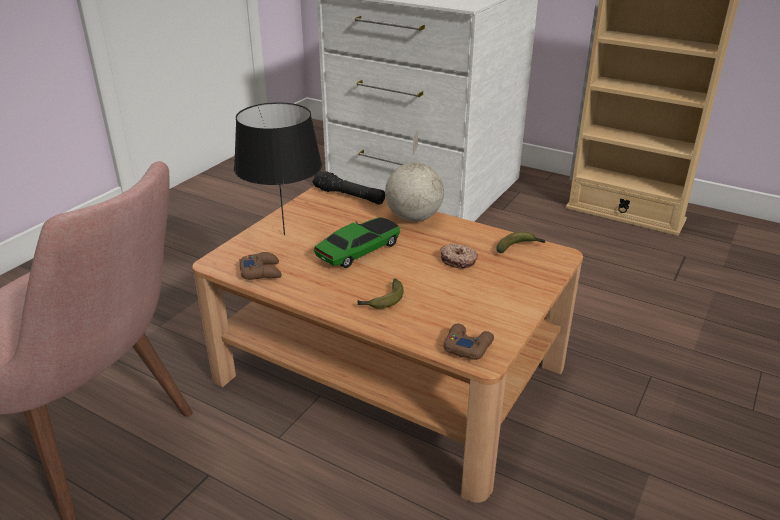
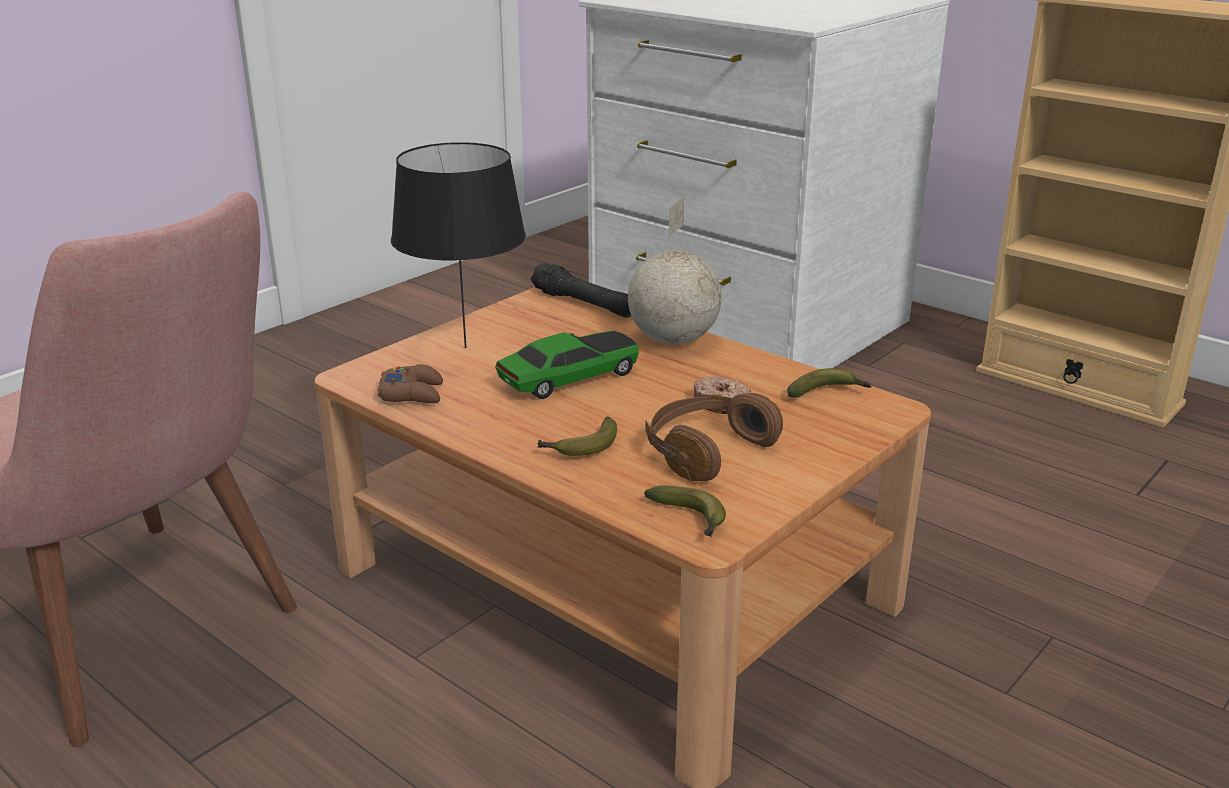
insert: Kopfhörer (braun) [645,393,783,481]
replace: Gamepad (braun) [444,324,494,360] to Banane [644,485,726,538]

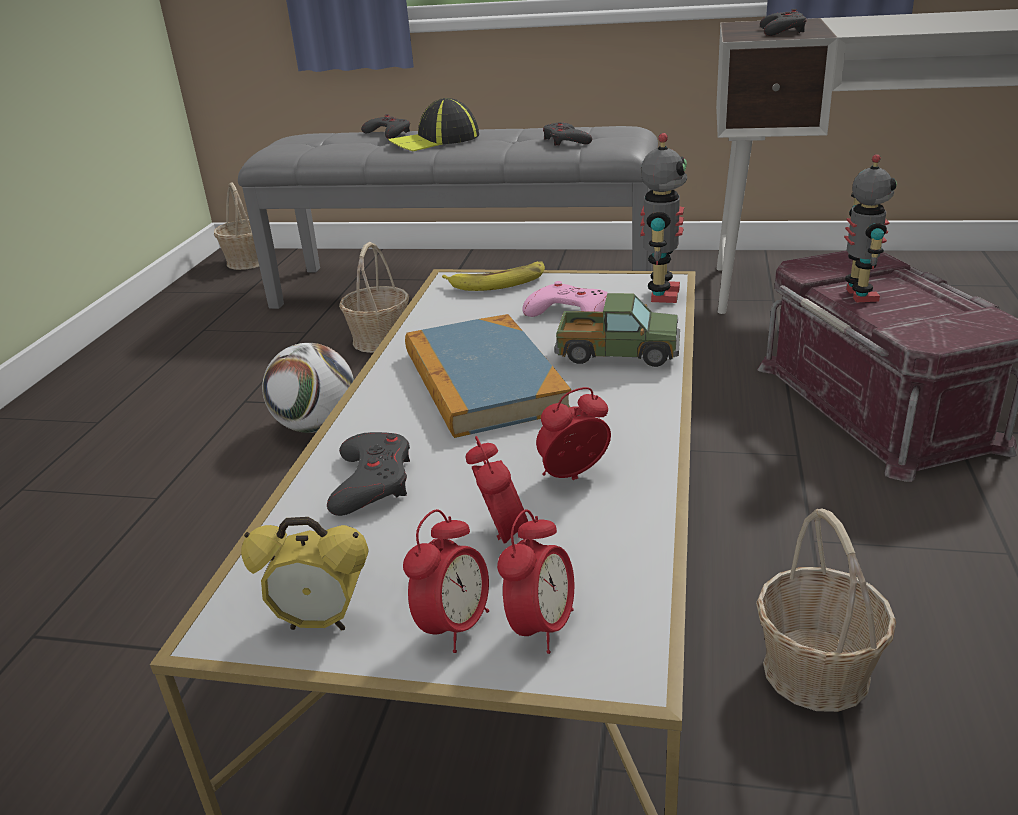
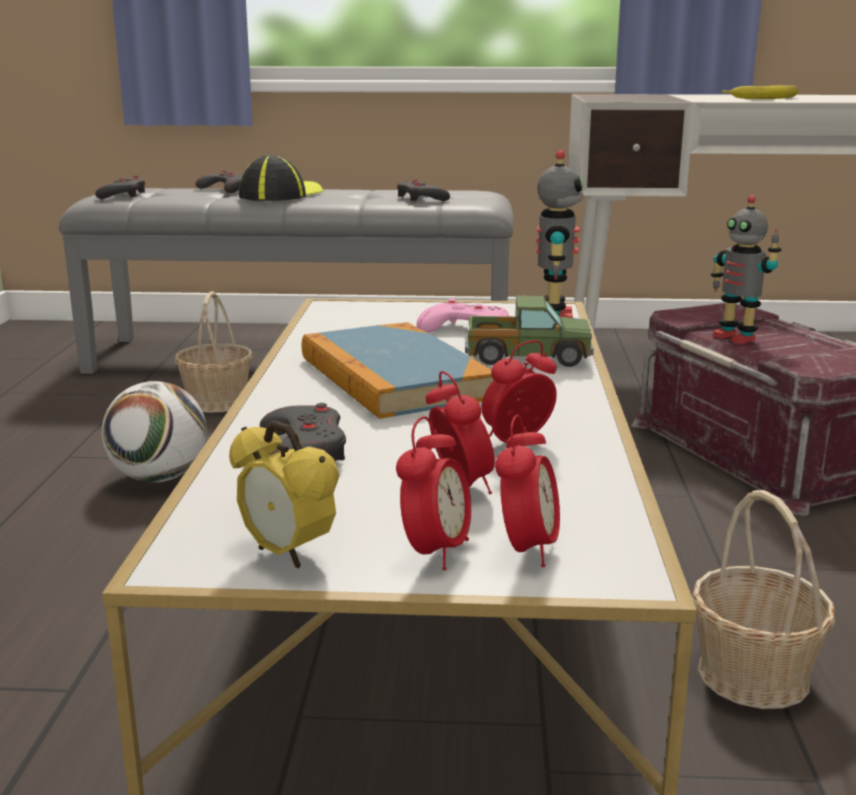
delete: Korb [214,182,259,270]
move: Banane [442,261,545,291] to [722,85,799,99]; Gamepad (grau) [760,9,807,36] to [95,176,145,199]
rotate: Wecker [241,517,369,630] = [229,421,339,568] 45 degrees clockwise; Kappe [389,98,479,151] = [239,155,323,201] 150 degrees clockwise; Spielzeugroboter [844,154,897,302] = [711,195,782,344] 150 degrees clockwise

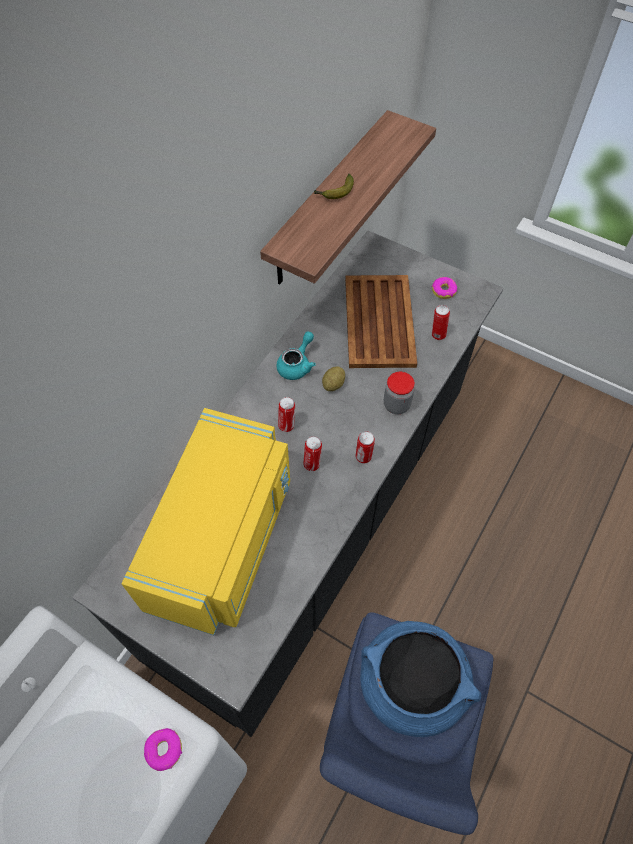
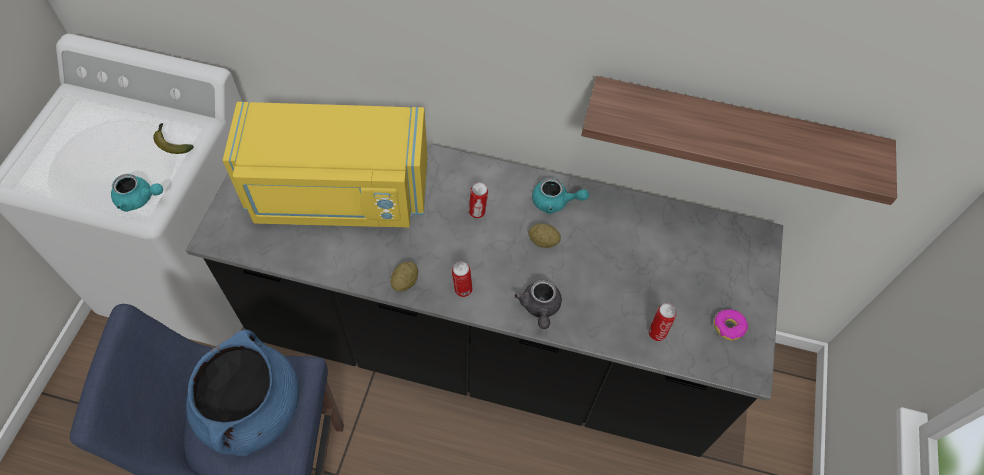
delete: Dose [303,436,322,471]; Tablett (braun) [345,275,417,368]
insert: Kartoffel [391,262,418,292]
move: Banane [314,174,354,199] to [153,123,194,154]
replace: Donut [144,728,182,771] to Teekanne (türkis) [111,174,163,212]; Vorratsglas [384,372,415,414] to Teekanne (grau) [515,280,562,329]

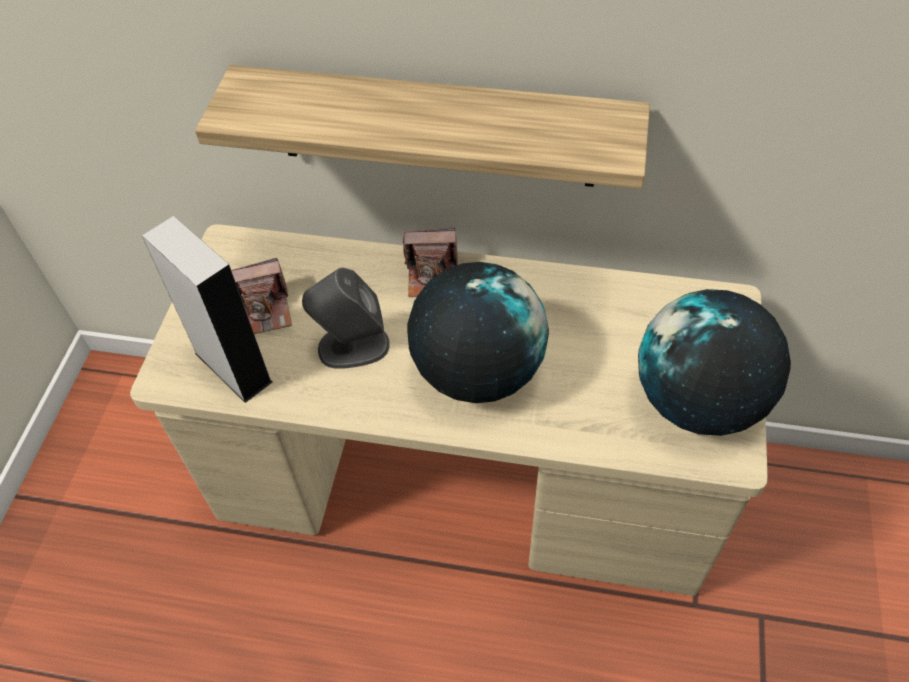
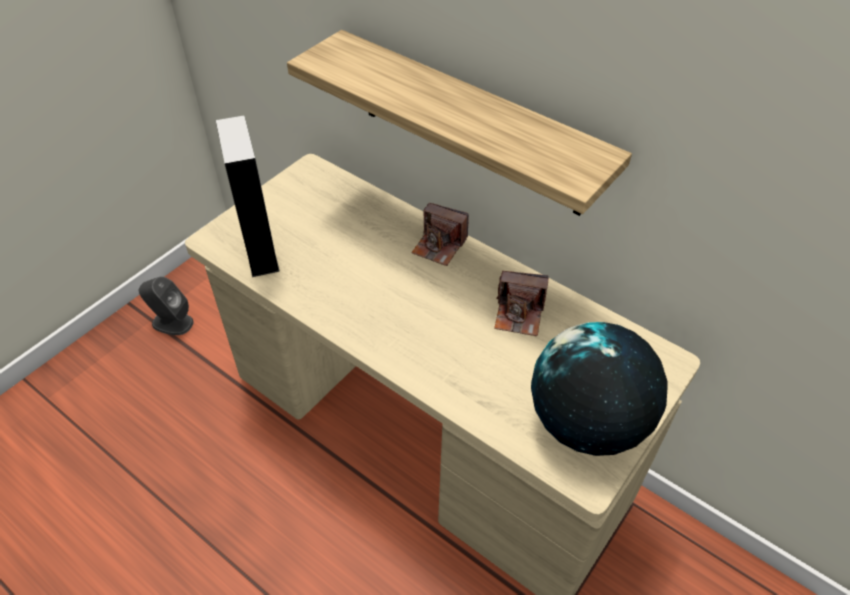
delete: Globus [407,262,549,403]
move: Kamera [231,258,292,334] to [494,271,549,336]; Lautsprecher (grau) [302,268,390,369] to [139,276,194,335]

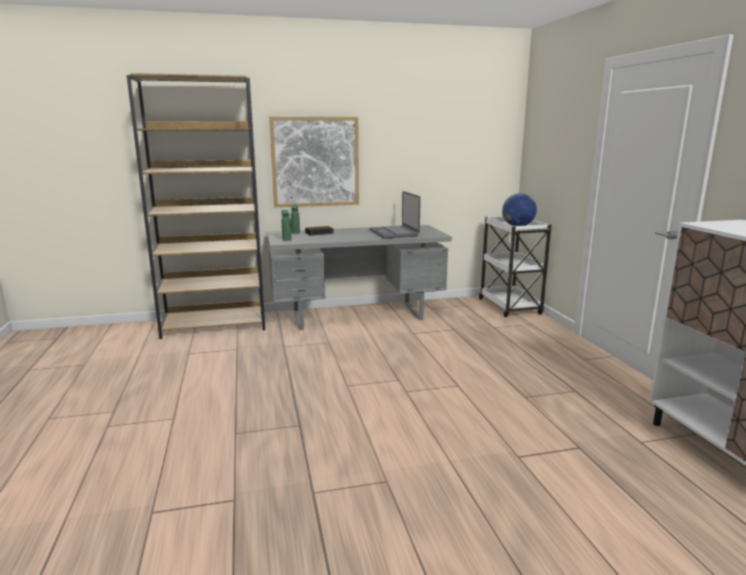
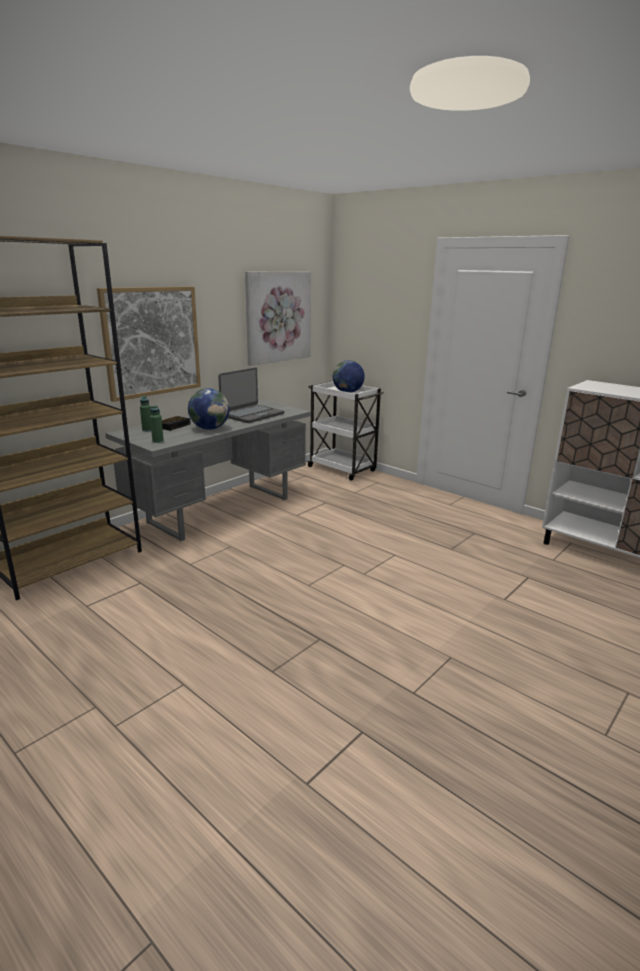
insert: Globus [188,388,230,430]; Bild [245,272,311,366]
rotate: Laptop [370,191,421,239] = [218,367,284,423] 90 degrees counterclockwise

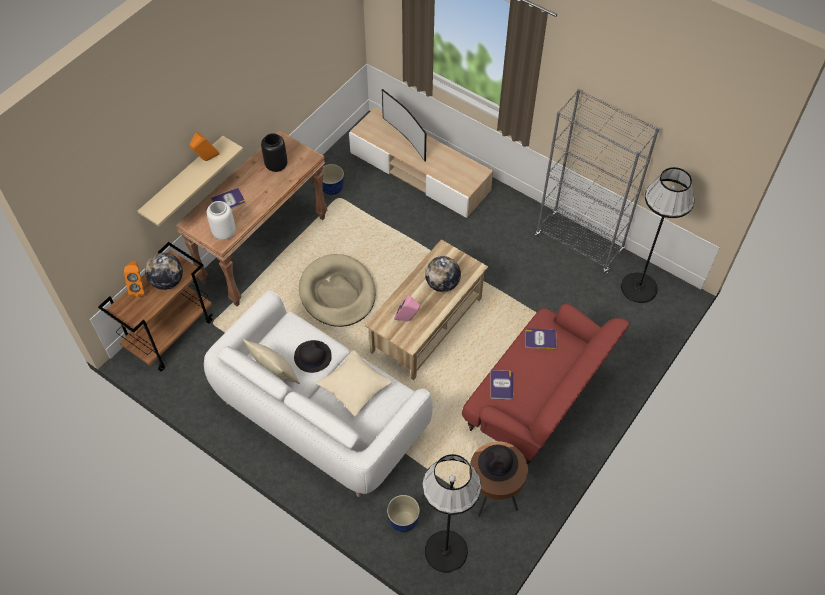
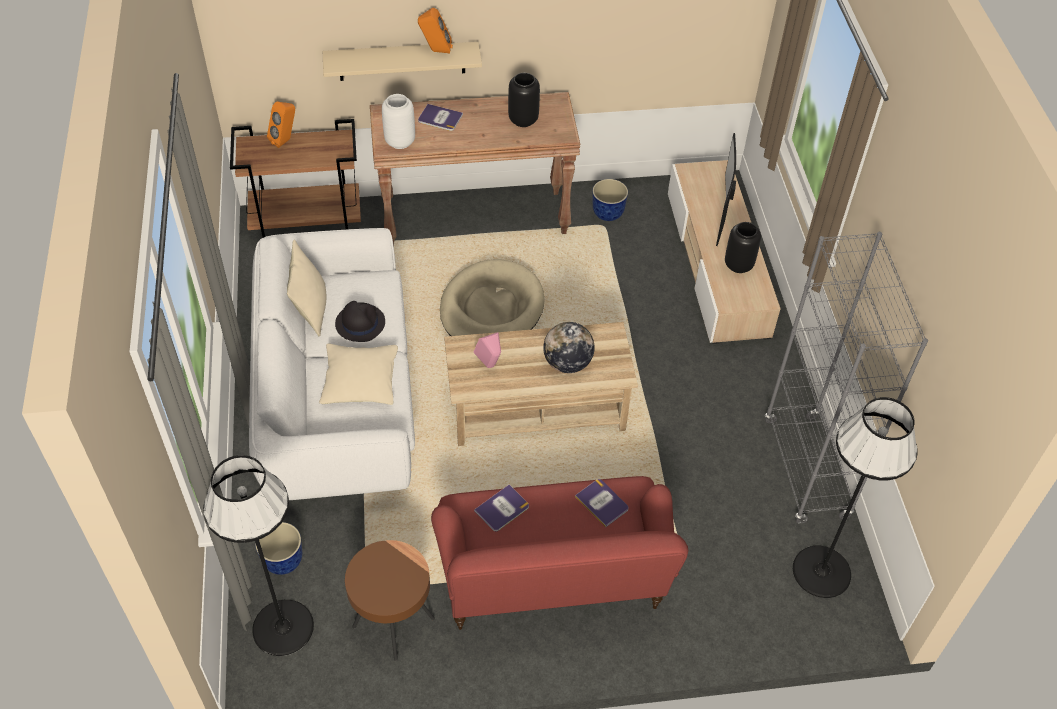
delete: Globus [145,253,183,290]; Hut (schwarz) [478,445,518,482]
insert: Vase (schwarz) [725,222,761,273]

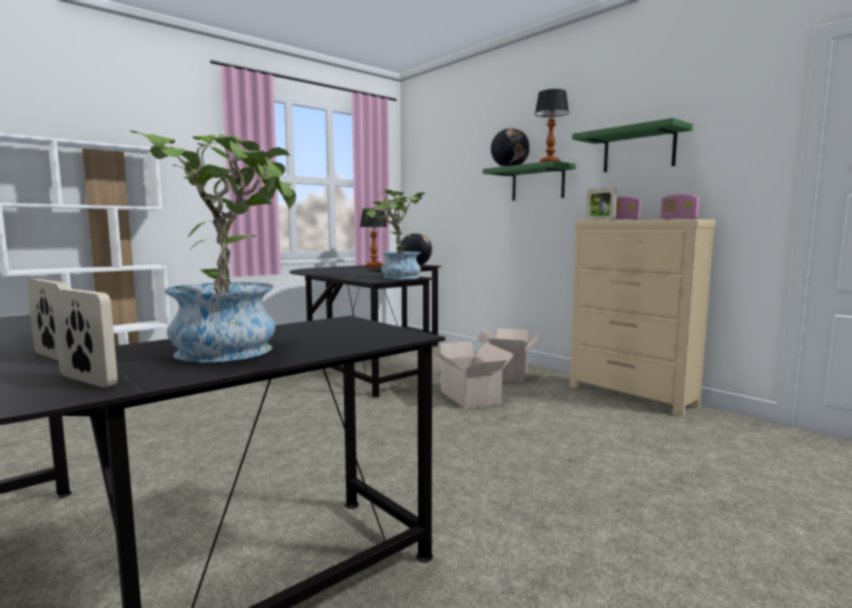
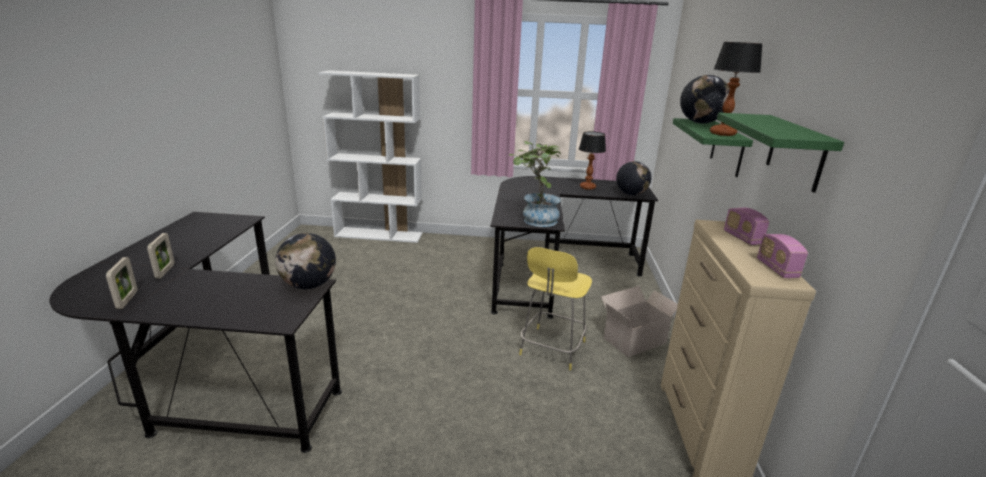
delete: Topfpflanze [130,130,296,362]; Bilderrahmen [586,188,617,220]
insert: Globus [275,233,336,289]
replace: Karton [432,341,515,409] to Hocker (gelb) [519,247,592,370]

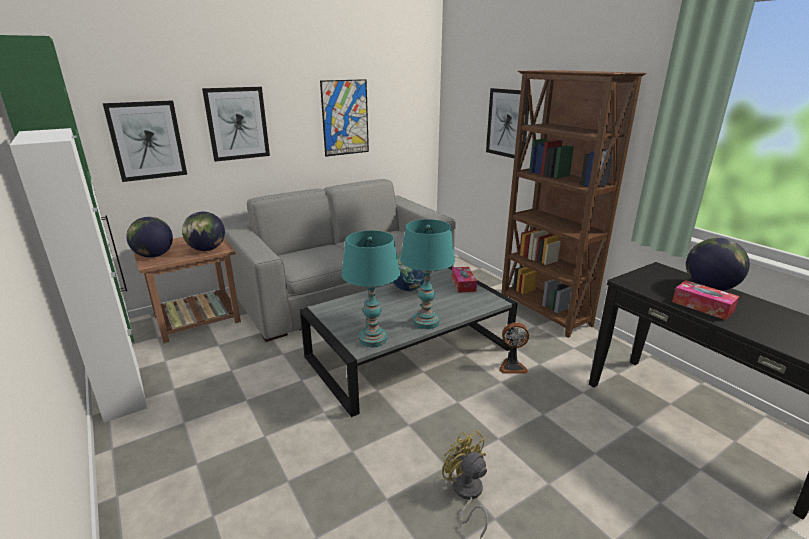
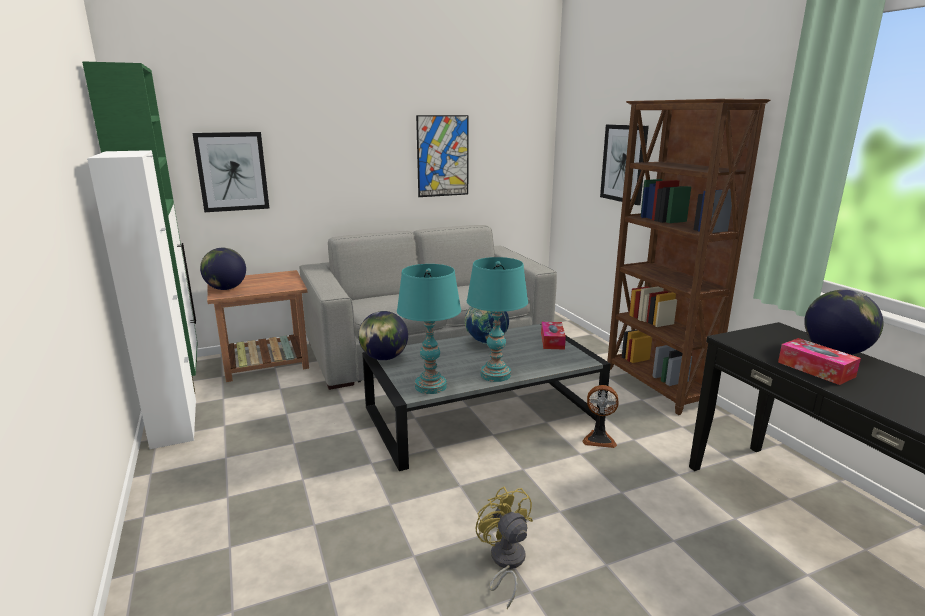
delete: Bild [202,87,270,162]
move: Globus [182,212,225,251] to [358,311,408,360]

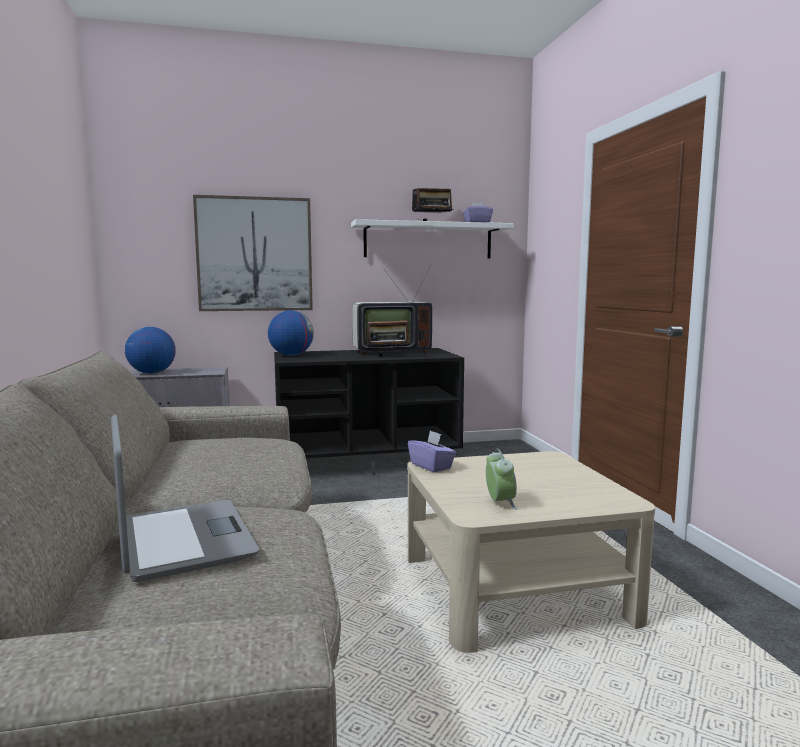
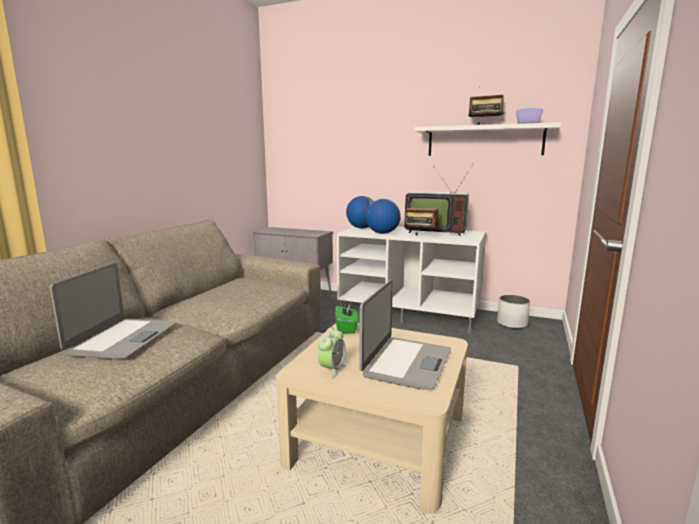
delete: Bild [193,195,313,311]
insert: Laptop [359,280,451,390]; Pflanzkübel (weiß) [497,295,530,329]
move: Globus [125,327,176,374] to [366,199,401,234]
recolor: Fernsehschrank (schwarz) [274,348,464,474] to Fernsehschrank (weiß) [337,226,486,333]; Taschentuchbox (lila) [408,430,456,472] to Taschentuchbox (grün) [335,301,358,334]

